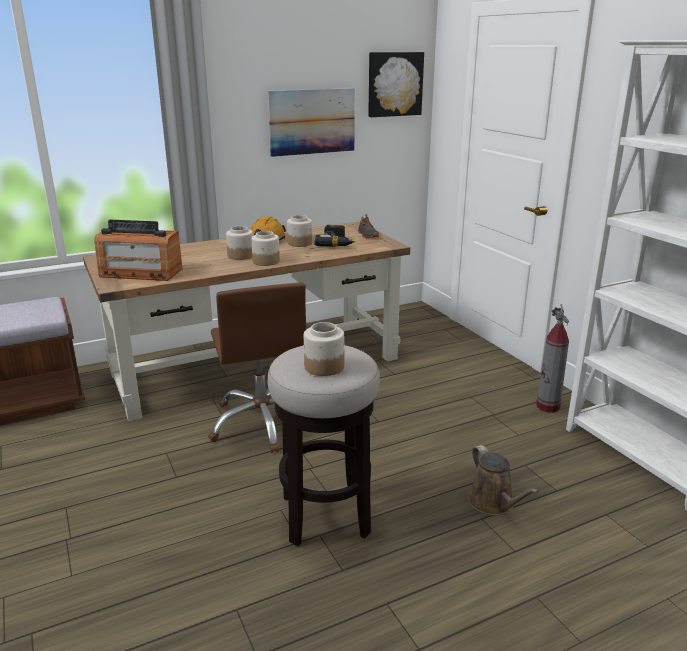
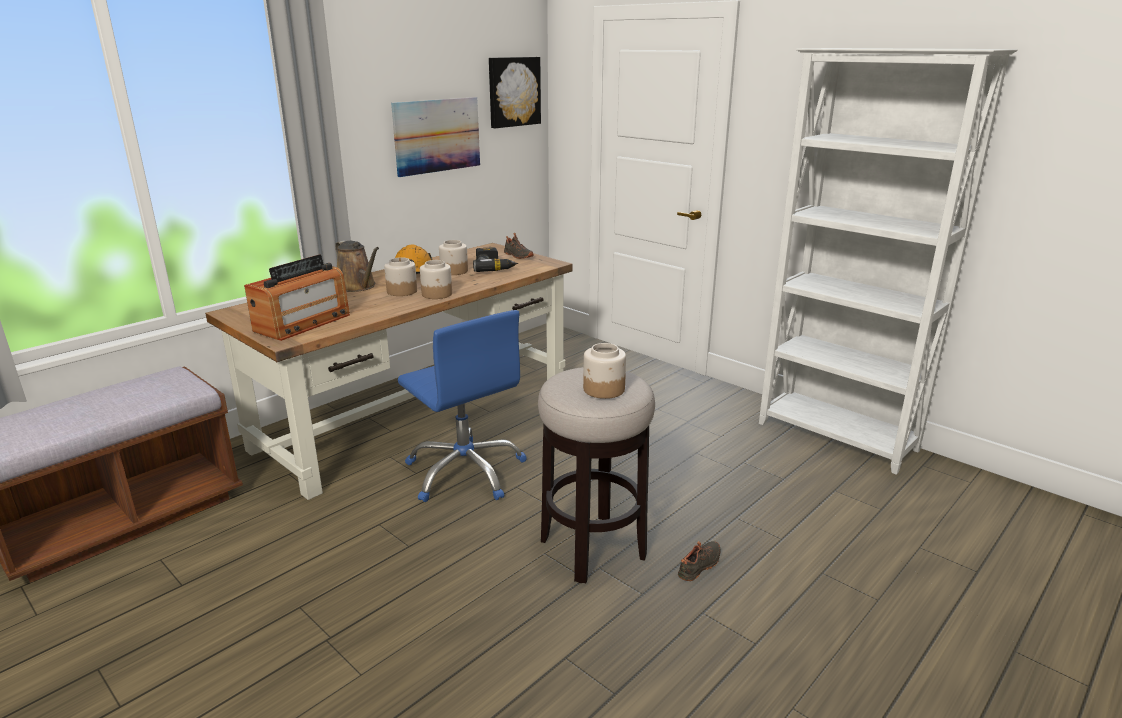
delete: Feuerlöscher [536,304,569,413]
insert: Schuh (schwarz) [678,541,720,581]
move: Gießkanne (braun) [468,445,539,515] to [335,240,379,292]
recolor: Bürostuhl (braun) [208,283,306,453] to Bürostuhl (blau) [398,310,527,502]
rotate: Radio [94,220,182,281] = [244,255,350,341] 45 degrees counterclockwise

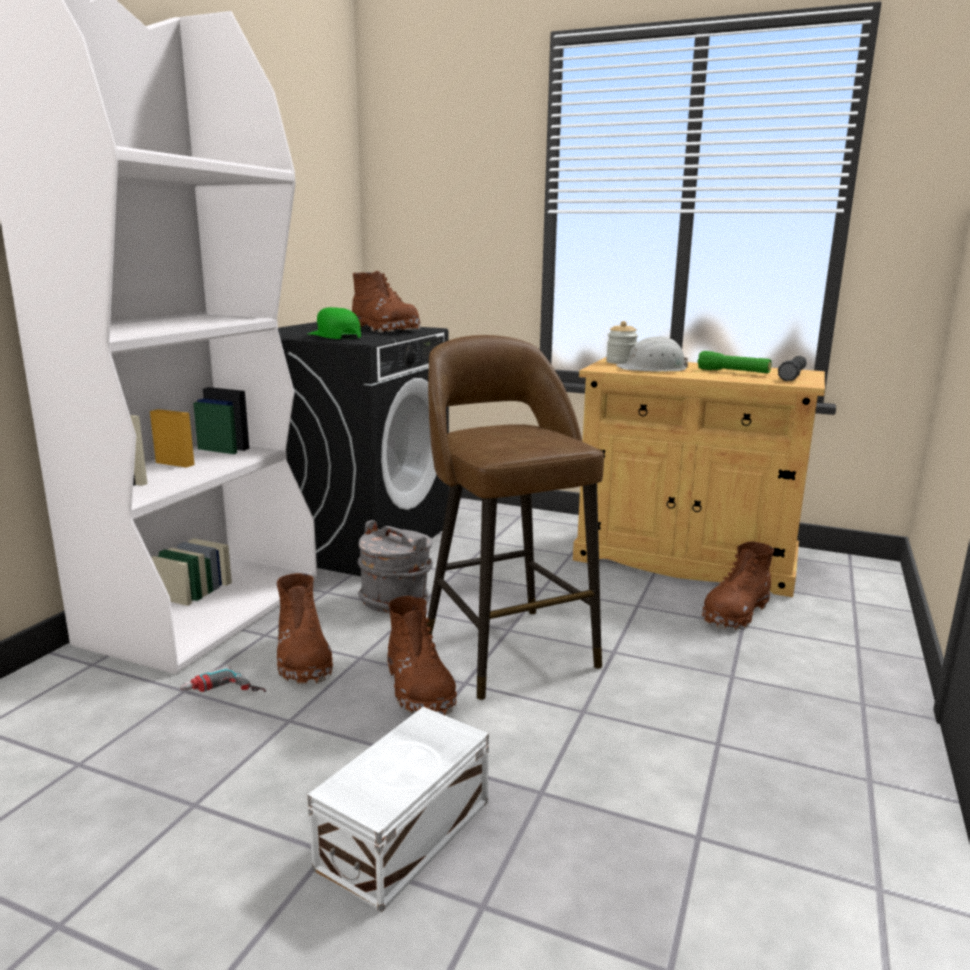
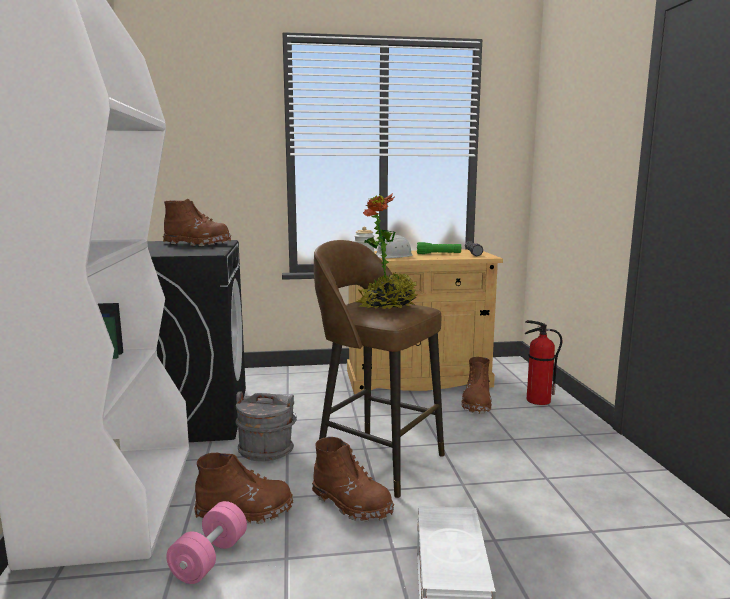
delete: Kappe (grün) [308,307,361,339]
insert: Topfpflanze [356,193,417,309]; Feuerlöscher [525,320,562,405]
replace: Bohrmaschine [180,666,266,692] to Hantel (rosa) [166,501,247,584]
rotate: Stiefel (braun) [277,573,333,685] = [194,453,293,524] 45 degrees counterclockwise

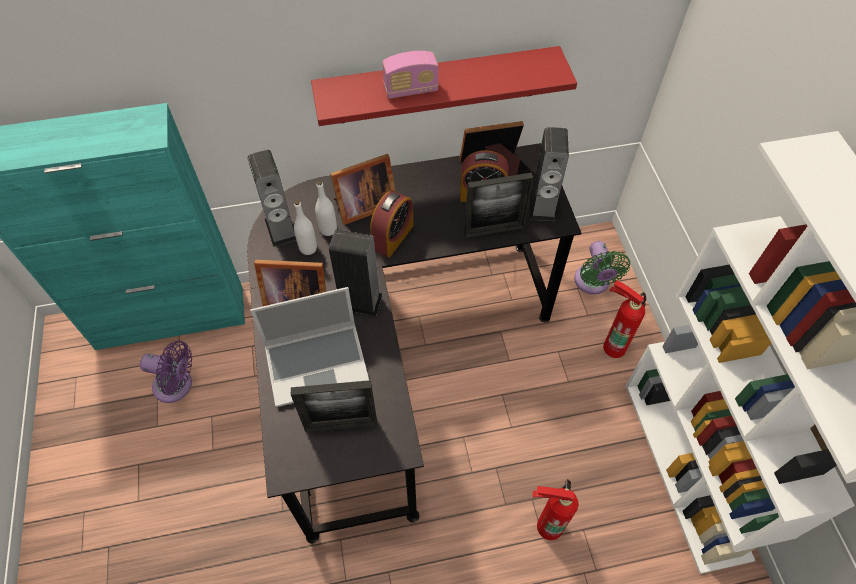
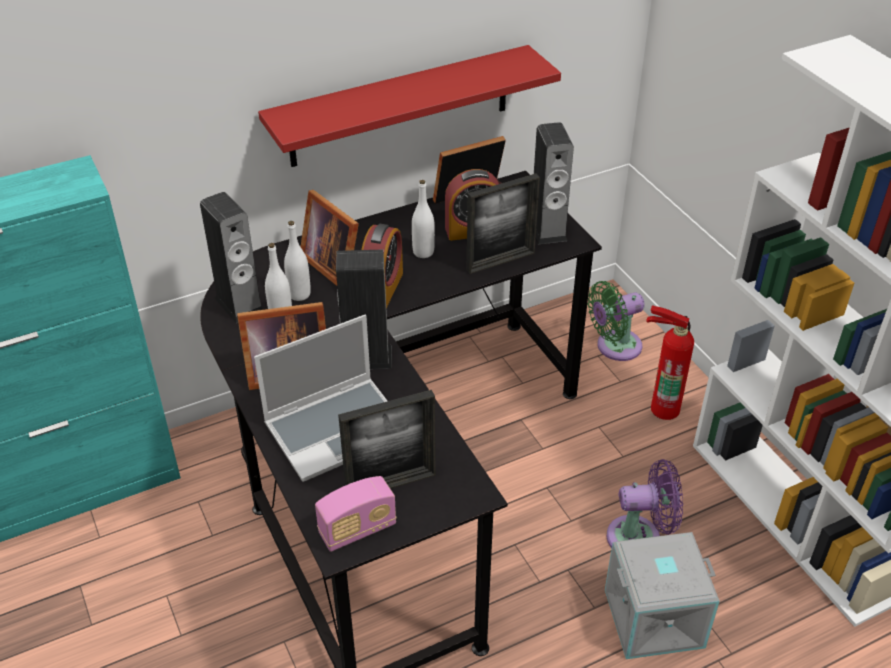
insert: Flasche (weiß) [412,180,435,258]
move: Ventilator (lila) [140,341,192,403] to [606,459,683,548]; Radio [383,51,438,99] to [315,476,397,552]
replace: Feuerlöscher [533,479,578,540] to Aufbewahrungsbox (grau) [605,532,720,659]
rotate: Bilderrahmen [330,154,395,225] = [300,190,359,286] 90 degrees clockwise; Ventilator (grün) [574,241,630,294] = [588,281,644,361] 90 degrees clockwise

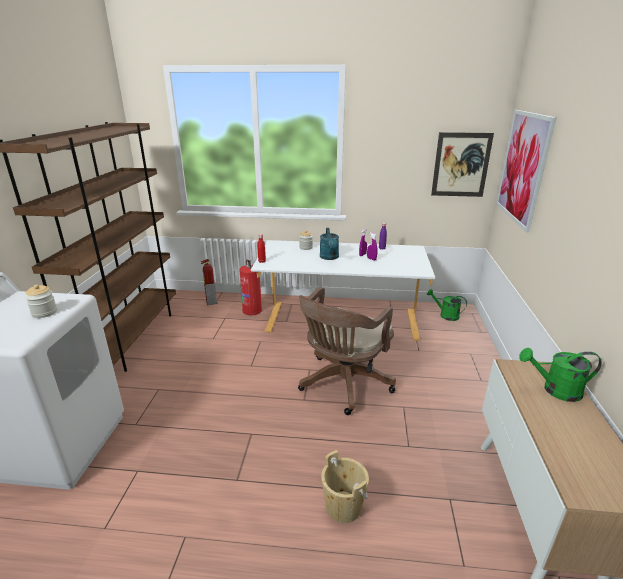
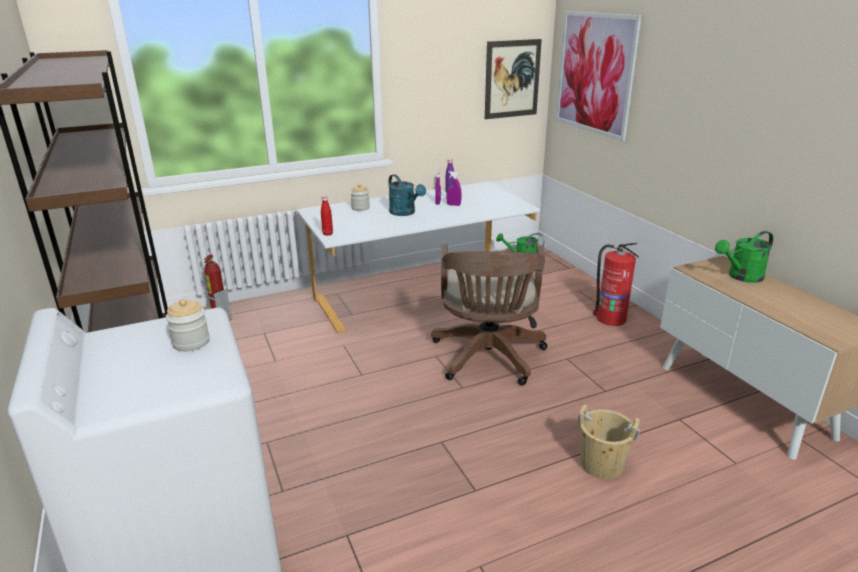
move: Feuerlöscher [239,259,262,315] to [593,243,639,326]

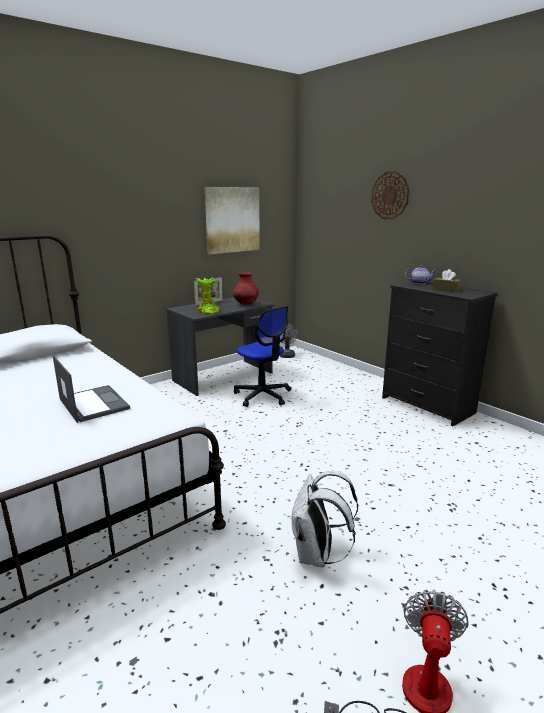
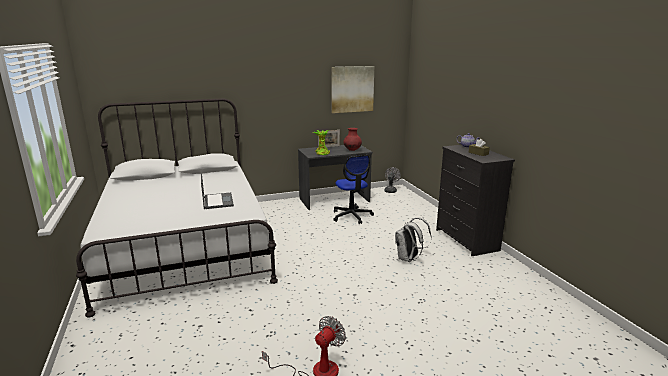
delete: Wanduhr [371,171,410,220]
move: Rucksack (weiß) [291,471,359,567] to [395,218,431,262]

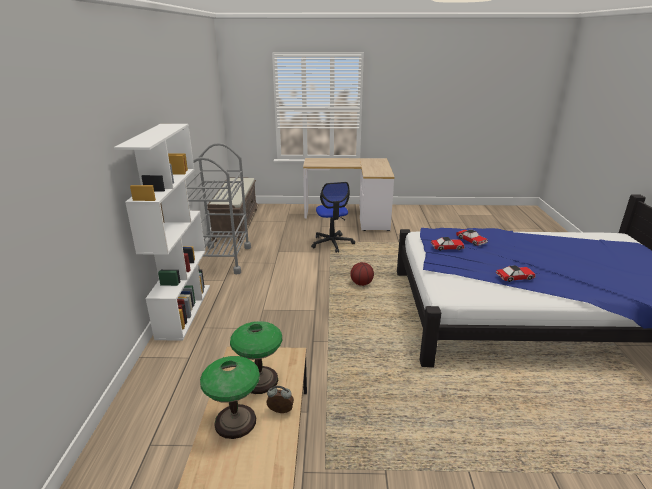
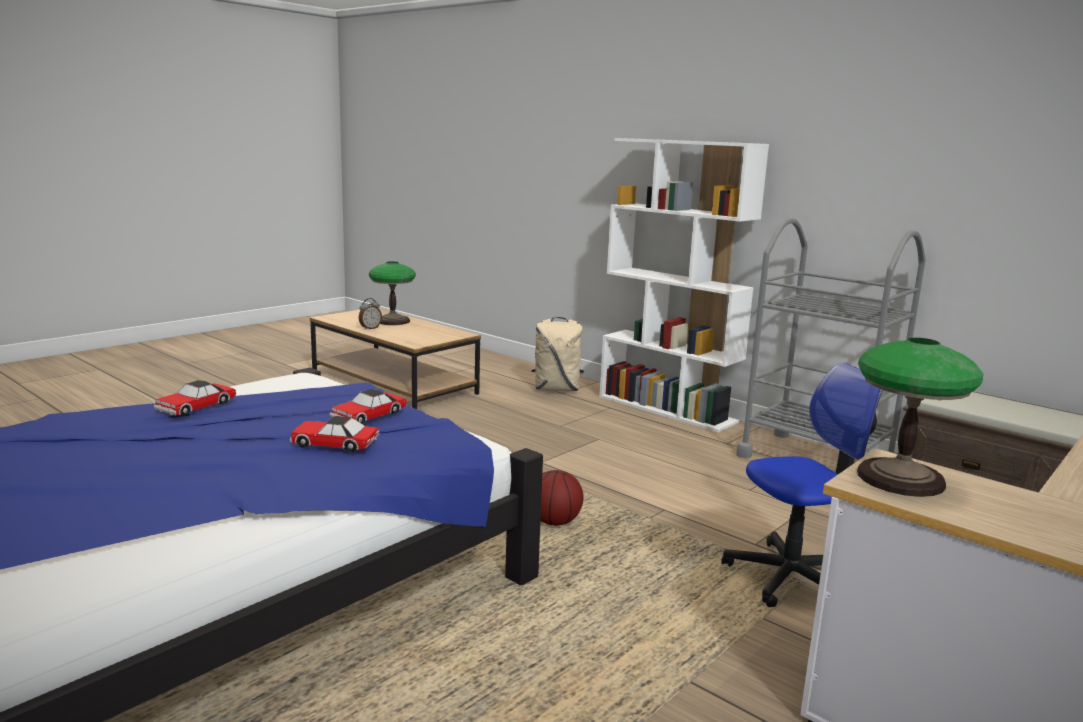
insert: Rucksack (beige) [532,317,584,392]
move: Tischlampe [230,321,282,394] to [857,338,983,497]
rotate: Bürostuhl [311,182,355,253] = [722,363,882,607] 135 degrees clockwise

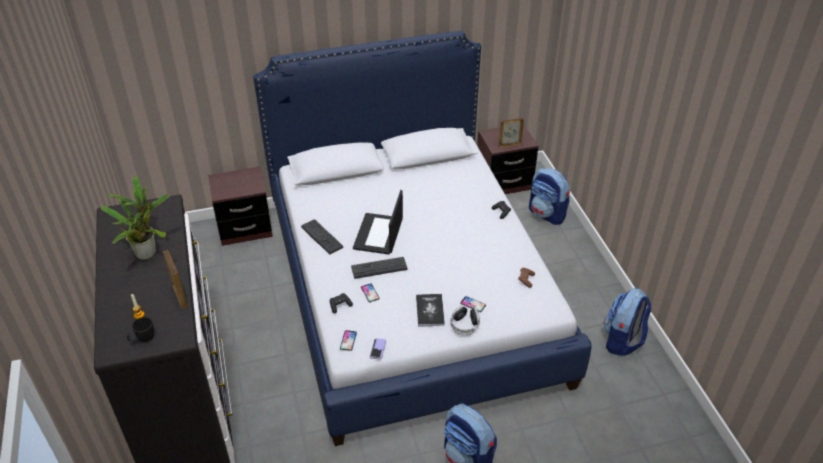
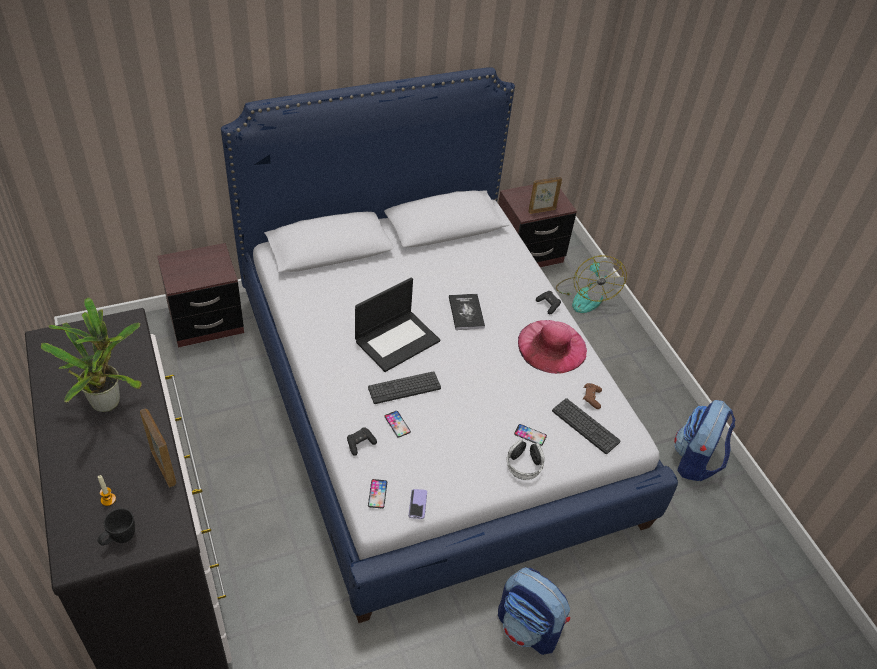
insert: Hut (rosa) [518,320,587,374]
move: Tastatur [301,219,343,254] to [552,398,621,454]; Buch [416,294,445,327] to [449,294,485,330]
replace: Rucksack [529,168,570,225] to Ventilator [556,255,627,313]
rotate: Laptop [353,190,403,254] = [355,277,440,372] 135 degrees counterclockwise

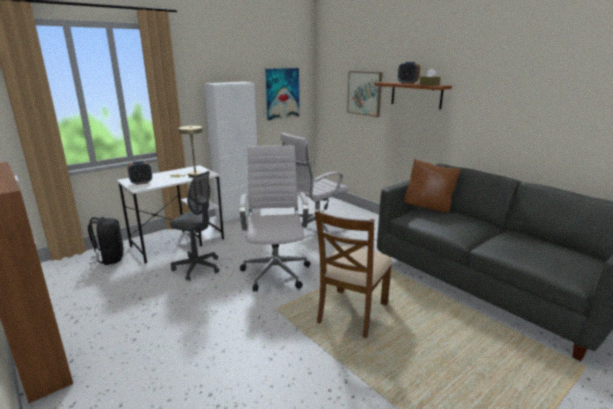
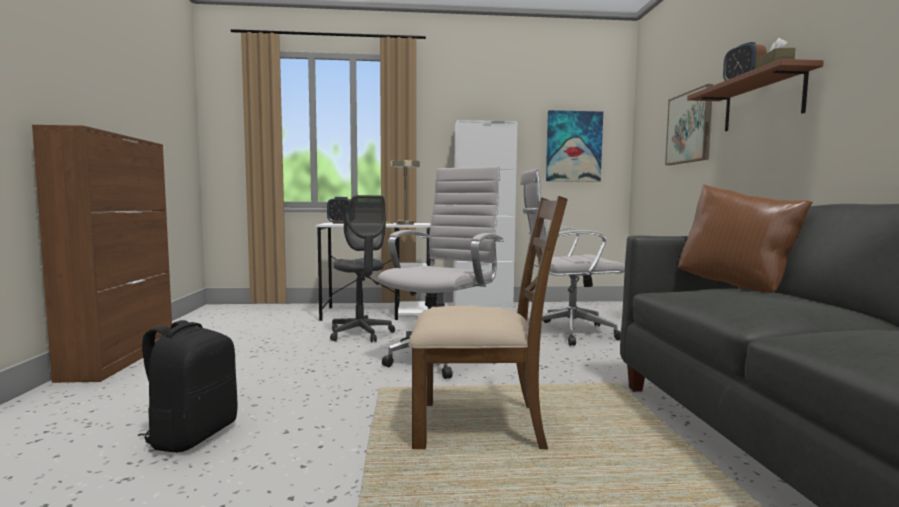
move: Rucksack (schwarz) [88,217,124,265] to [138,320,238,453]
rotate: Stuhl (braun) [315,209,392,338] = [408,196,568,449] 150 degrees counterclockwise

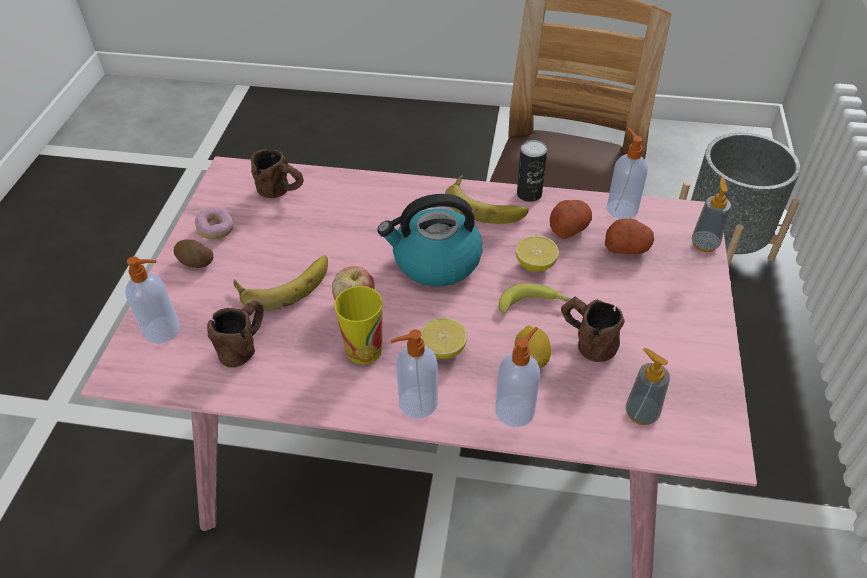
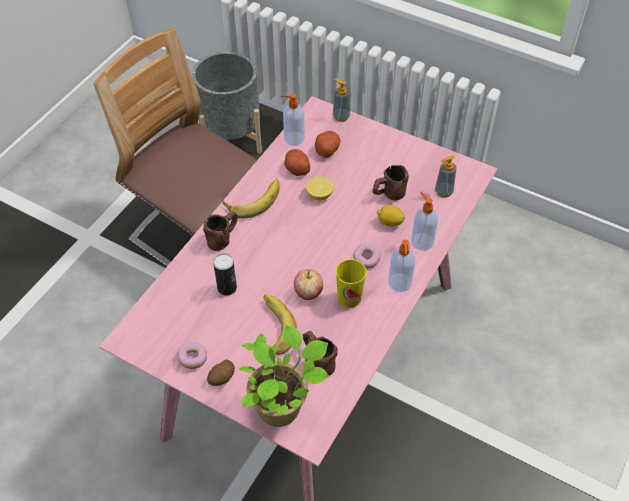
delete: Wasserkessel [378,194,483,287]; Banane [499,283,571,313]
move: Henkelbecher (braun) [250,149,304,198] to [203,212,238,251]; Dose [517,140,547,202] to [213,254,237,296]
replace: Seifenspender [125,257,180,344] to Topfpflanze [239,325,329,427]; Zitrone [421,318,467,359] to Donut [353,243,380,269]

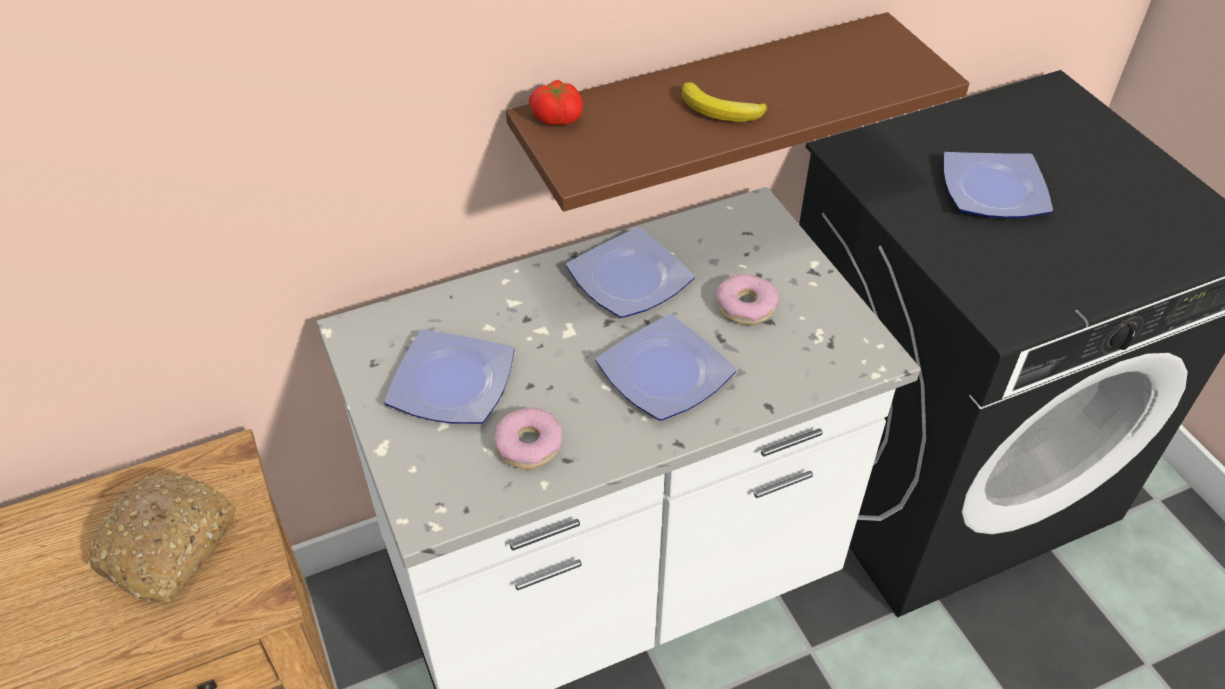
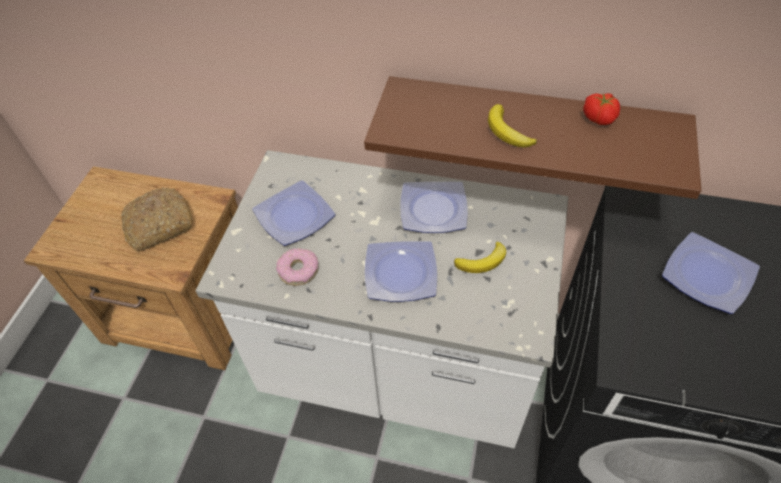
move: Tomate [529,80,583,125] to [583,93,620,125]
replace: Donut [716,274,778,325] to Banane [454,242,506,273]

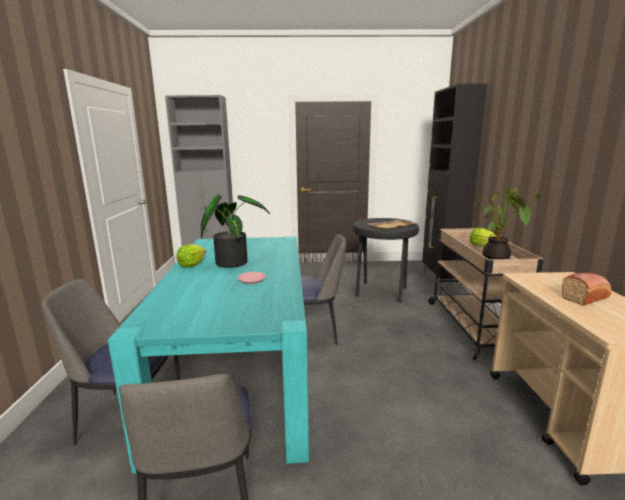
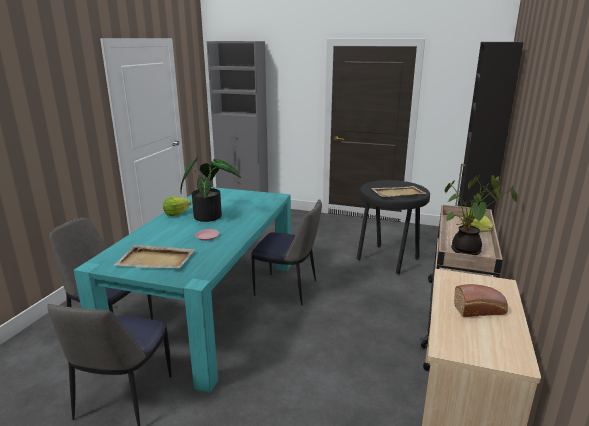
insert: Tablett (beige) [114,245,195,268]

